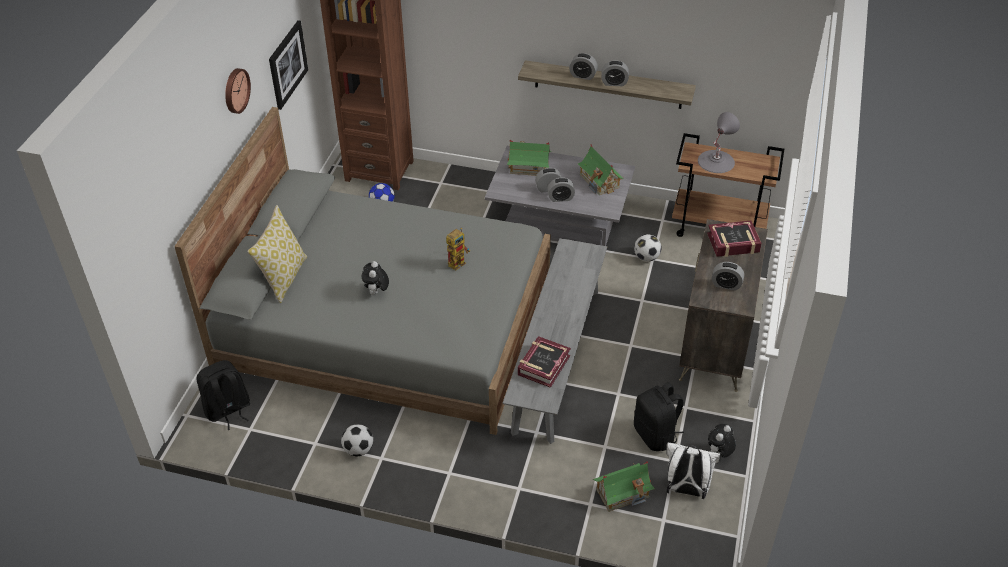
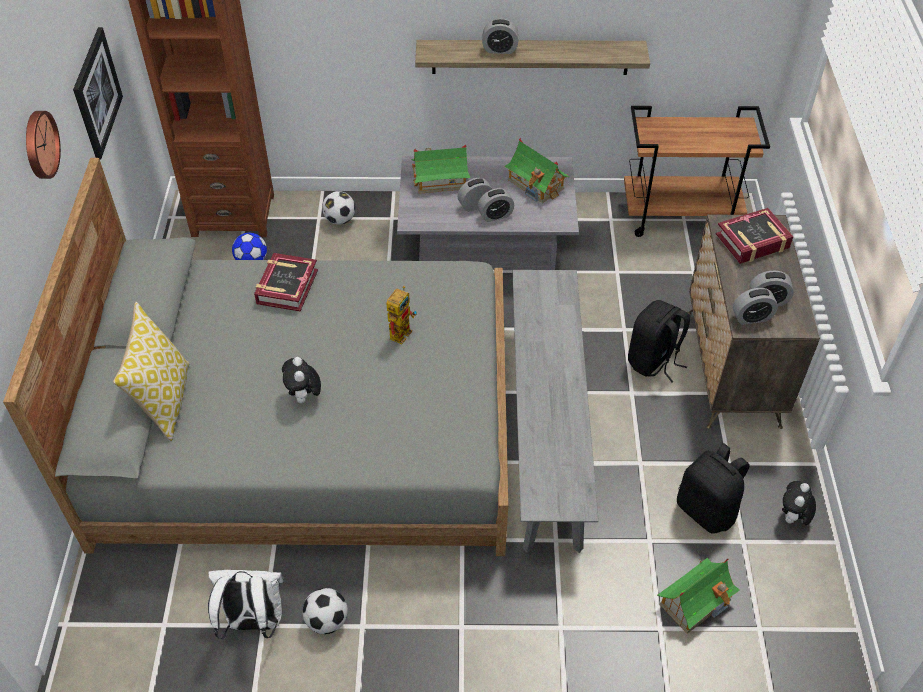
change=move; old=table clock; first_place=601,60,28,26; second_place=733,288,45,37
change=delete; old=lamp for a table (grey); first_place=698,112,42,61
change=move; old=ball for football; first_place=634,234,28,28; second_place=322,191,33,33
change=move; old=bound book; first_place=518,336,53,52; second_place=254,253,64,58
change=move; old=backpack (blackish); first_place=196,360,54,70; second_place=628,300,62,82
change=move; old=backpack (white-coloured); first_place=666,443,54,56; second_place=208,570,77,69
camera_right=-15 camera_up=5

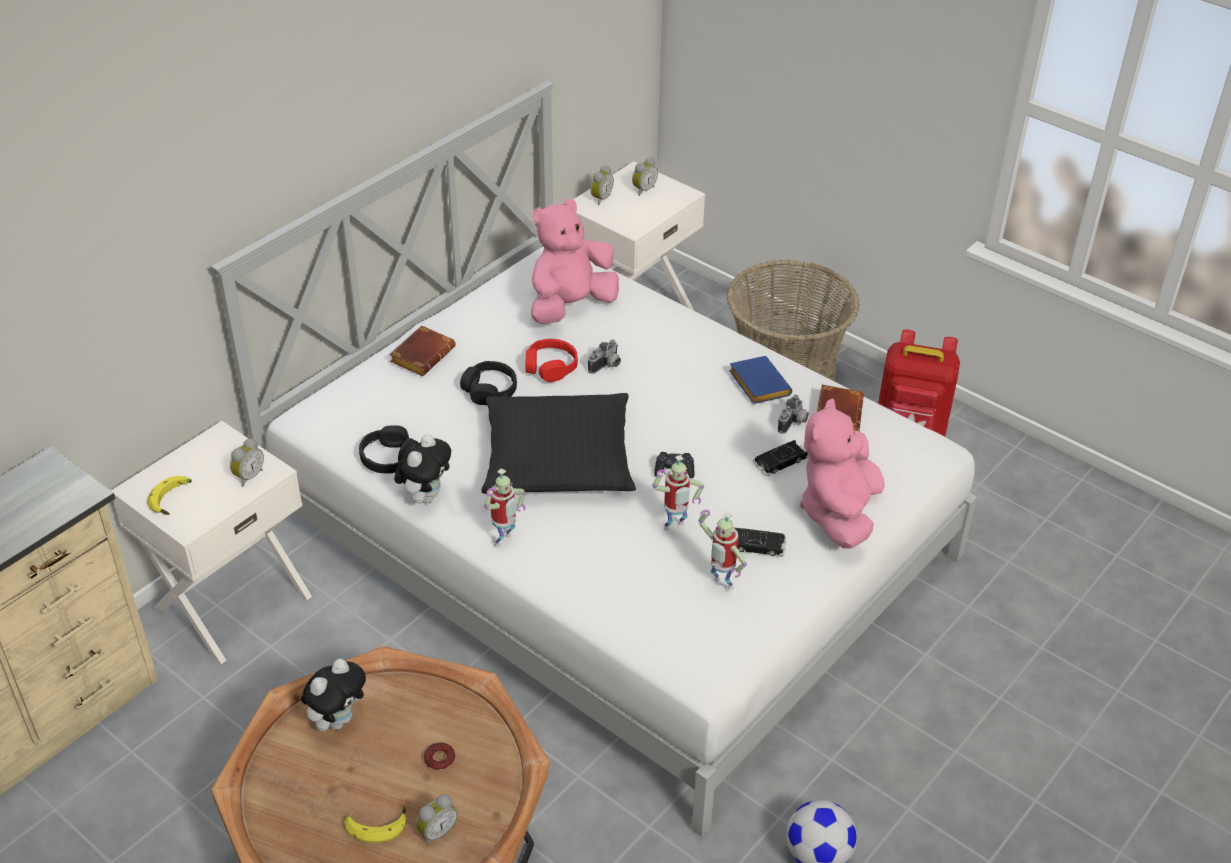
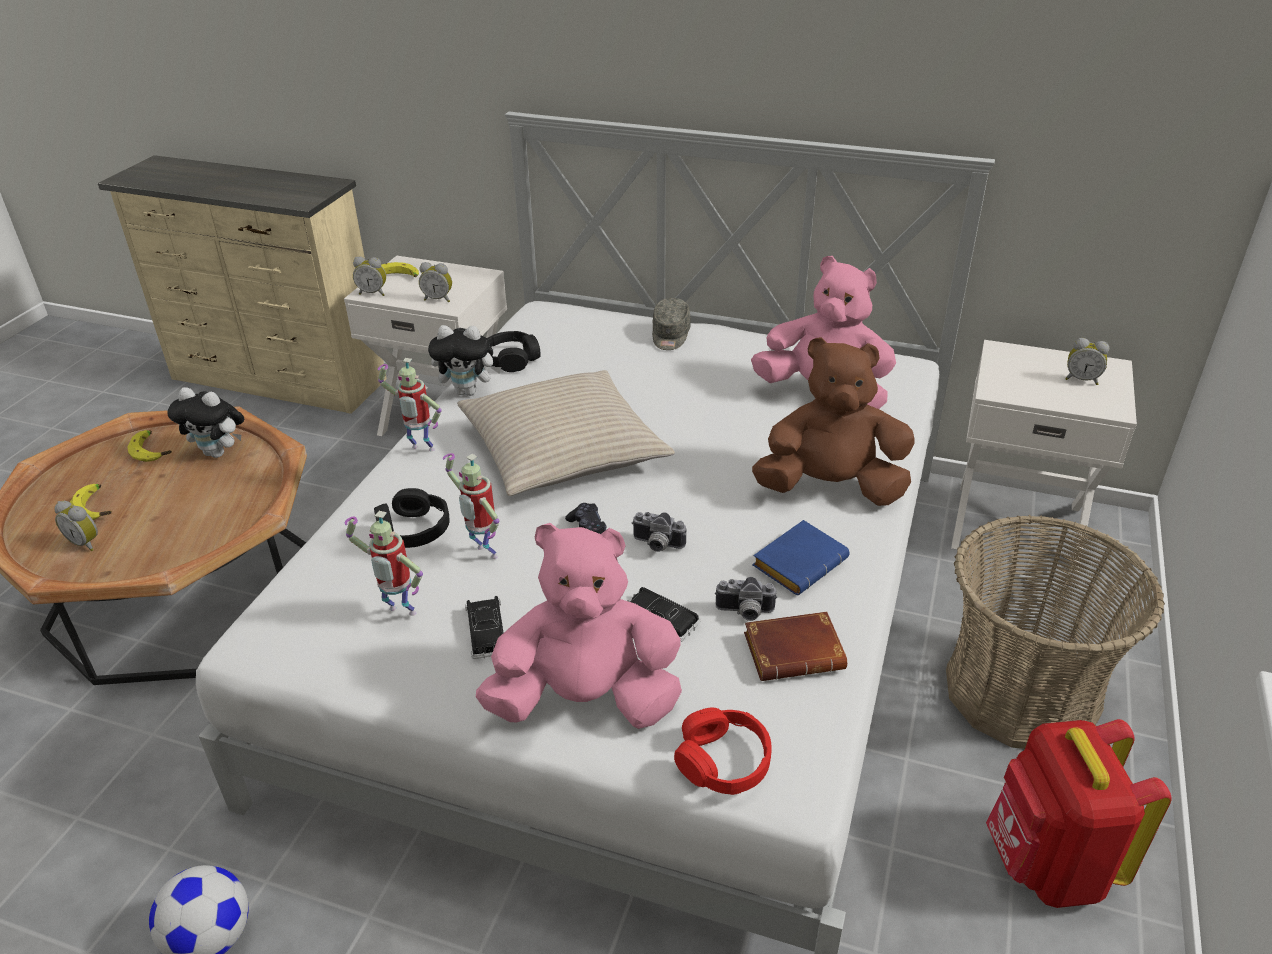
change=move; old=table clock; first_place=590,165,24,40; second_place=353,257,33,39
change=replace; old=bound book (brownish); new=cap (grey); first_place=389,325,67,51; second_place=652,298,39,52
change=move; old=headphones (red-coloured); first_place=526,339,52,43; second_place=674,707,98,88
change=move; old=still camera; first_place=588,339,33,35; second_place=632,512,54,40
change=move; old=headphones (blackish); first_place=460,361,57,44; second_place=374,488,76,60
change=recolor; old=throw pillow (blackish); new=throw pillow (beige); first_place=481,393,155,101; second_place=457,370,218,126
change=rotate; old=robot figure; first_place=699,510,48,80; second_place=345,511,78,105; degrees=-90
change=delete; old=donut; first_place=424,743,31,28
change=insert; new=plush toy (brownish); second_place=752,337,163,169
change=insert; new=banana fruit; second_place=128,430,44,32
camera_right=70 camera_up=-5

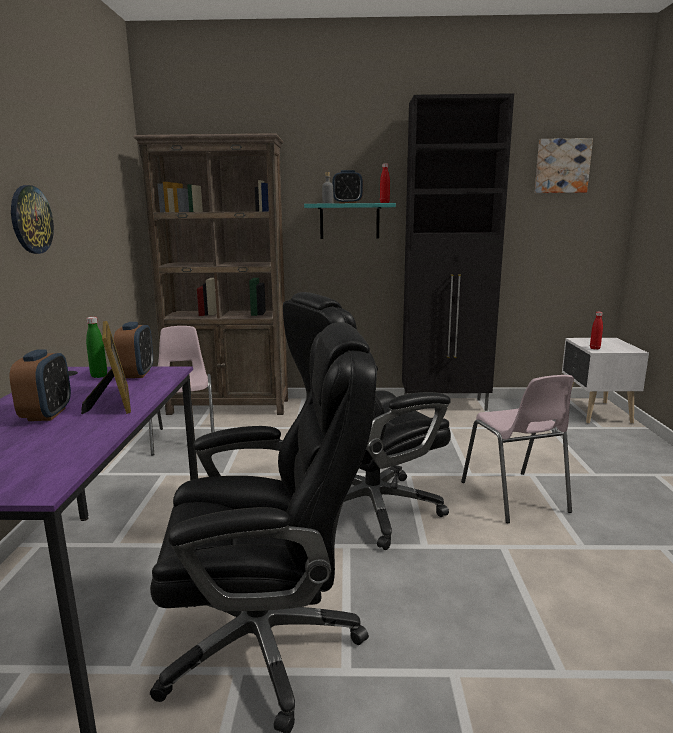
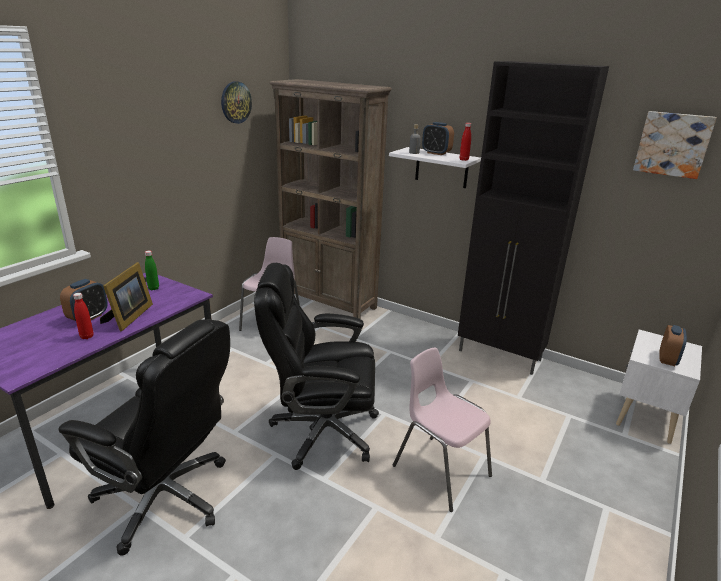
change=move; old=wall clock; first_place=11,185,43,69; second_place=221,81,31,43
change=recolor; old=wall shelf (turquoise); new=wall shelf (white-coloured); first_place=304,203,92,36; second_place=389,147,92,41
change=move; old=beverage bottle (red-coloured); first_place=590,312,13,38; second_place=73,293,20,46
change=move; old=table clock; first_place=114,322,39,56; second_place=659,325,28,41
change=rotate; old=plain chair (pink); first_place=461,375,113,148; second_place=393,347,99,165; degrees=120
camera_right=30 camera_up=10

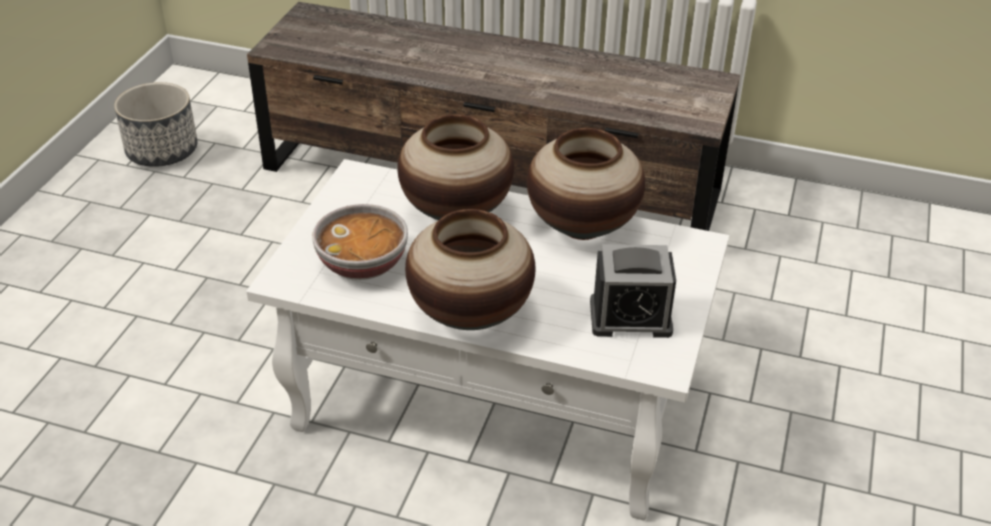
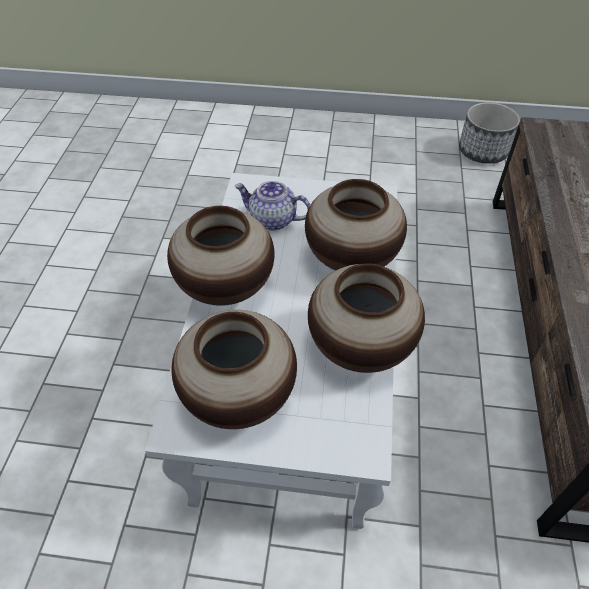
change=replace; old=deep dish; new=tea pot; first_place=312,204,96,76; second_place=235,181,75,50
change=replace; old=table clock; new=vase; first_place=590,244,86,94; second_place=171,310,126,119
camera_right=80 camera_up=10

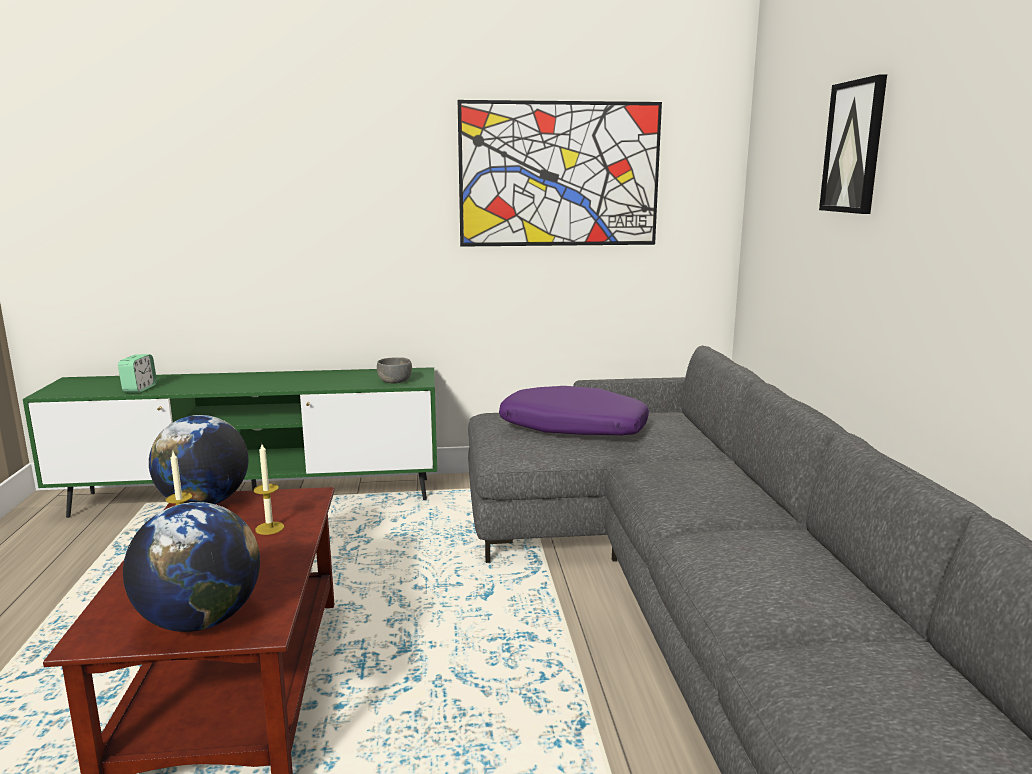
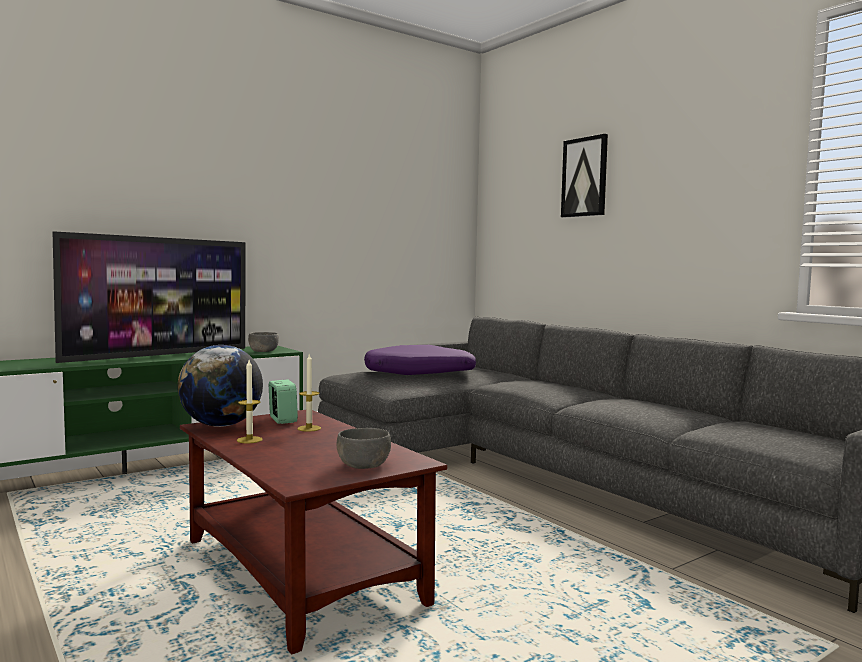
change=delete; old=wall art; first_place=458,100,204,147
change=move; old=table clock; first_place=118,354,39,39; second_place=269,379,29,45
change=replace; old=world globe; new=deep dish (grey); first_place=123,502,137,130; second_place=337,428,54,41
change=insert; new=TV set; second_place=52,231,193,132
camera_right=-30 camera_up=-10

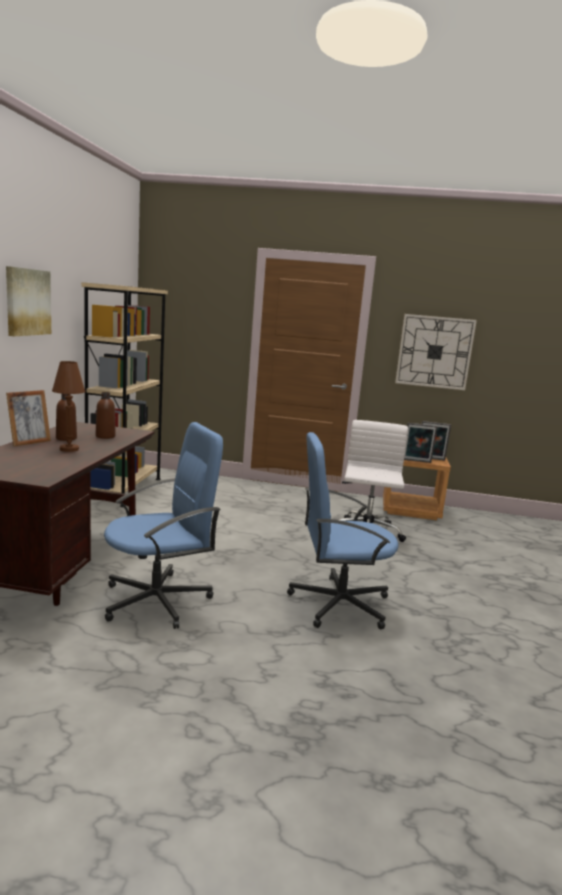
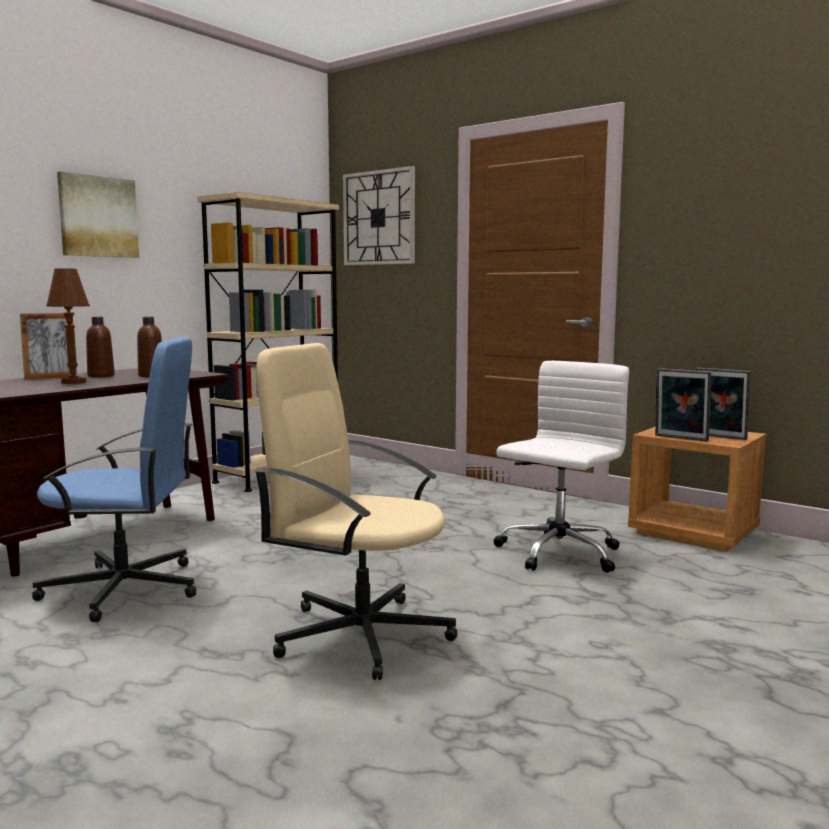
change=move; old=wall clock; first_place=395,314,82,76; second_place=343,166,72,99
change=recolor; old=desk chair (bluish); new=desk chair (beige); first_place=287,432,112,197; second_place=254,343,204,337
camera_right=30 camera_up=-5

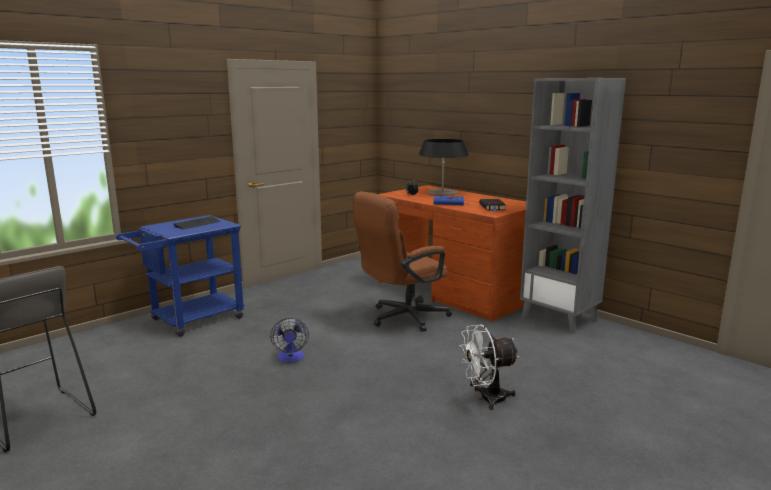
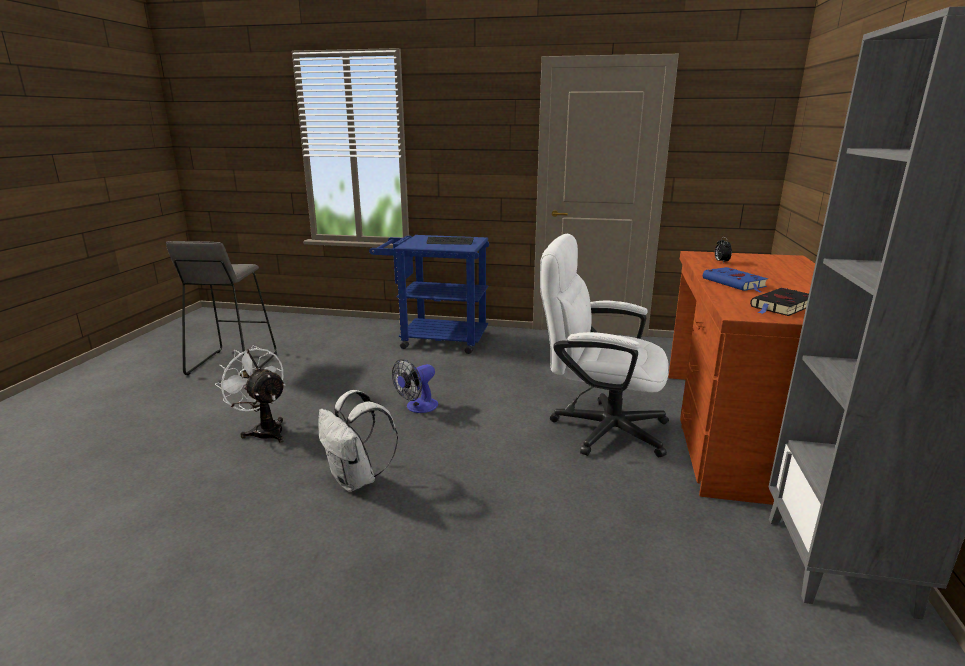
change=delete; old=lamp for a table; first_place=419,139,50,56
change=recolor; old=desk chair (brownish); new=desk chair (white-coloured); first_place=353,192,99,140; second_place=540,234,129,223
change=move; old=electric fan (white-coloured); first_place=460,324,59,86; second_place=215,345,71,98
change=insert; new=backpack (white-coloured); second_place=318,390,80,102
camera_right=55 camera_up=5

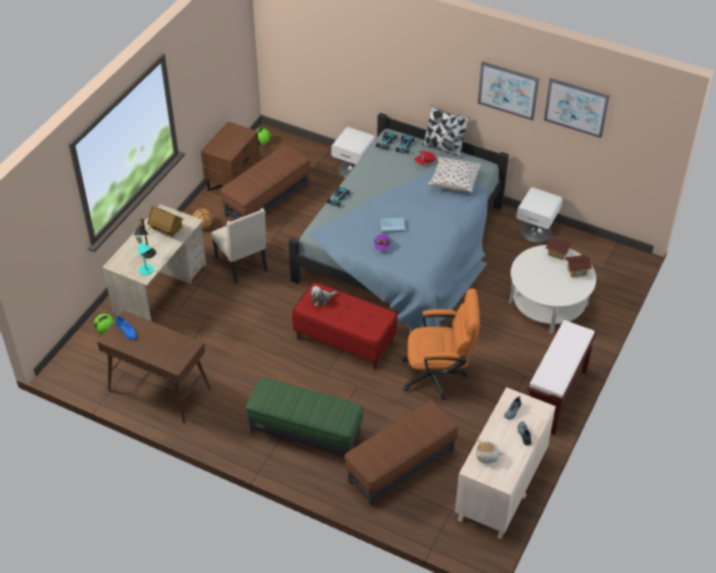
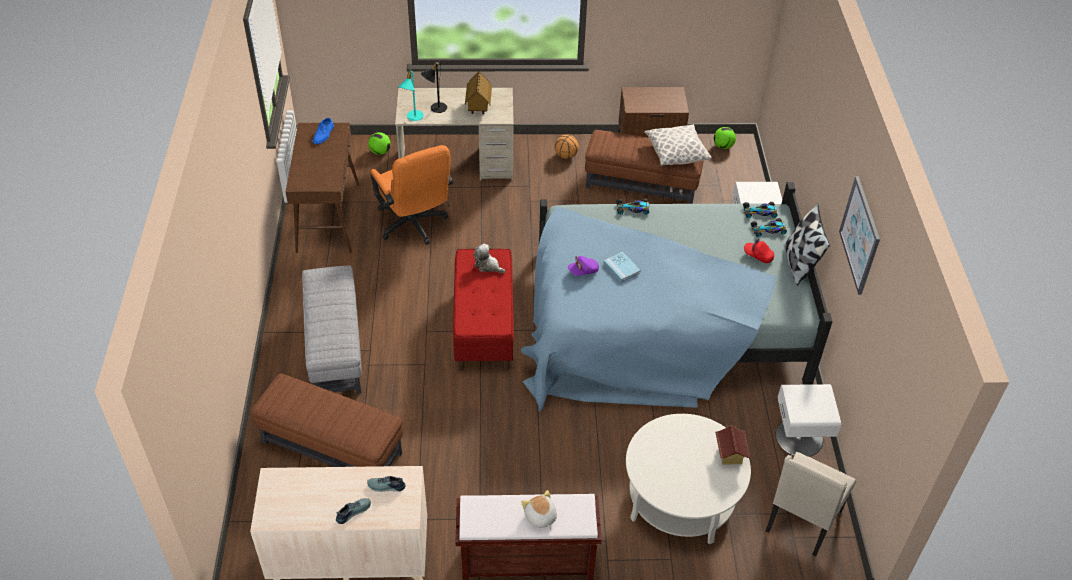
change=delete; old=wall art; first_place=544,78,66,60
change=move; old=throw pillow; first_place=427,156,54,37; second_place=644,124,68,42
change=move; old=plain chair (beige); first_place=211,208,56,76; second_place=766,452,90,104
change=delete; old=toy house; first_place=565,255,27,22
change=move; old=desk chair (orangey); first_place=402,289,78,111; second_place=371,145,82,100
change=recolor; old=ottoman (green); new=ottoman (grey); first_place=245,377,118,78; second_place=302,265,60,129
change=move; old=plush toy; first_place=476,439,27,24; second_place=521,490,36,39
camera_right=60 camera_up=0

